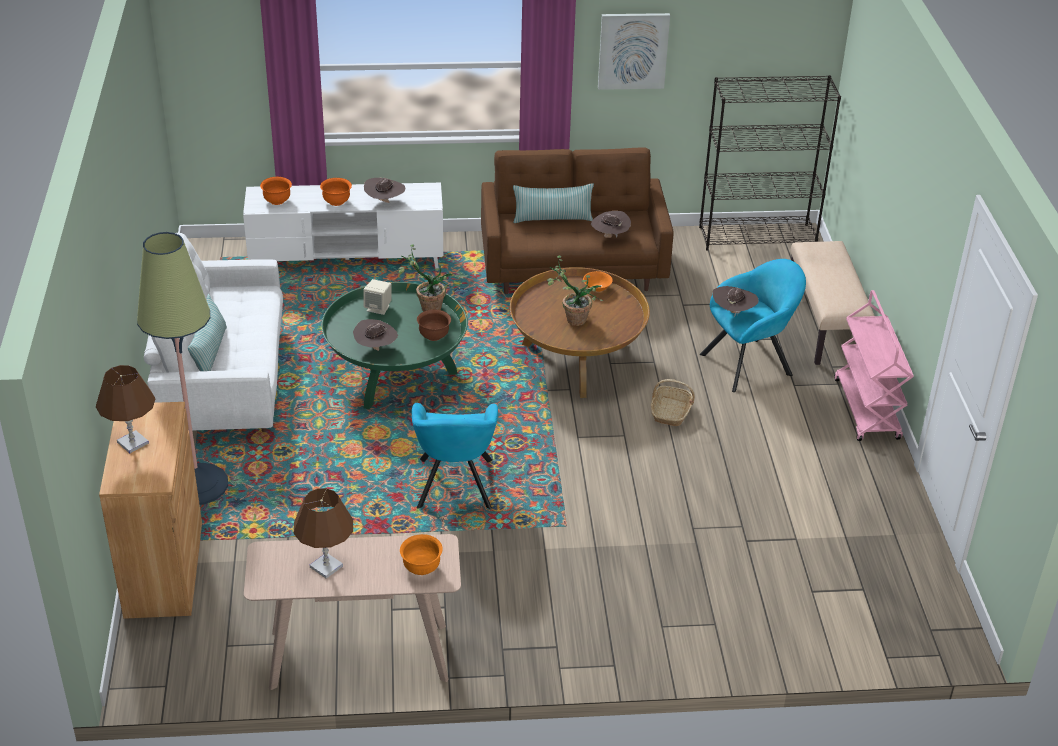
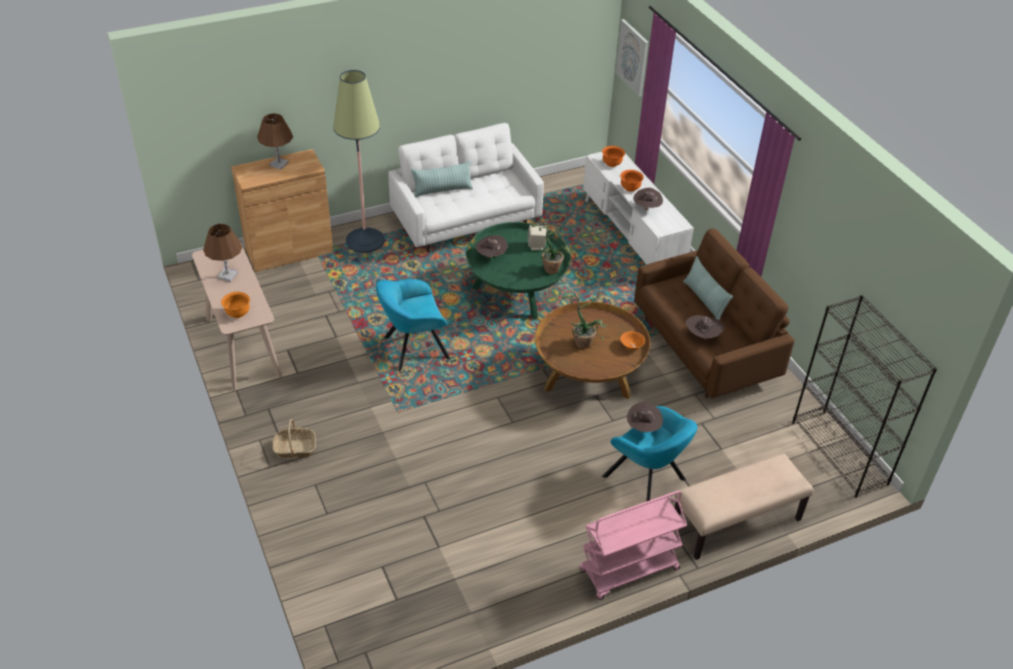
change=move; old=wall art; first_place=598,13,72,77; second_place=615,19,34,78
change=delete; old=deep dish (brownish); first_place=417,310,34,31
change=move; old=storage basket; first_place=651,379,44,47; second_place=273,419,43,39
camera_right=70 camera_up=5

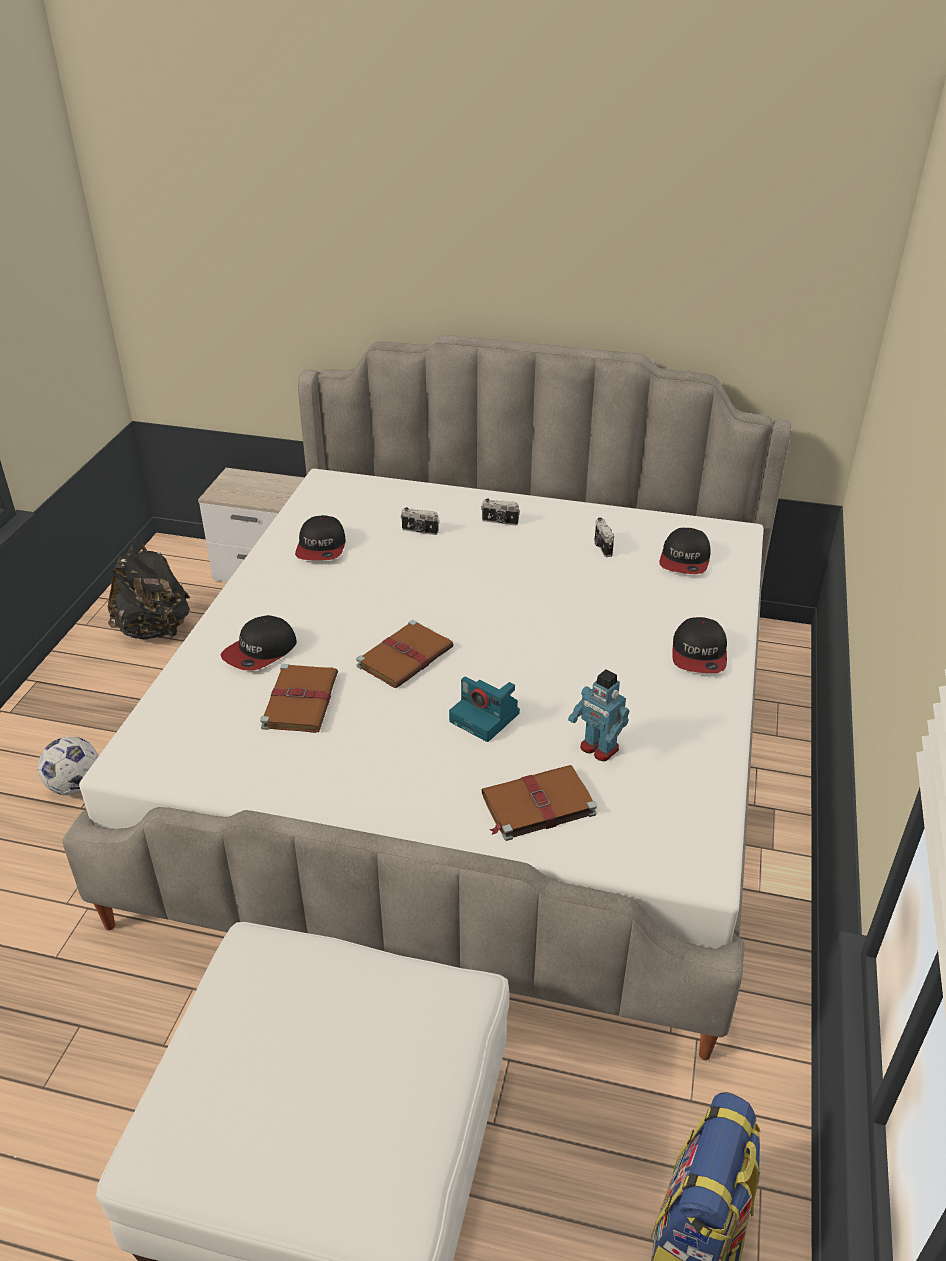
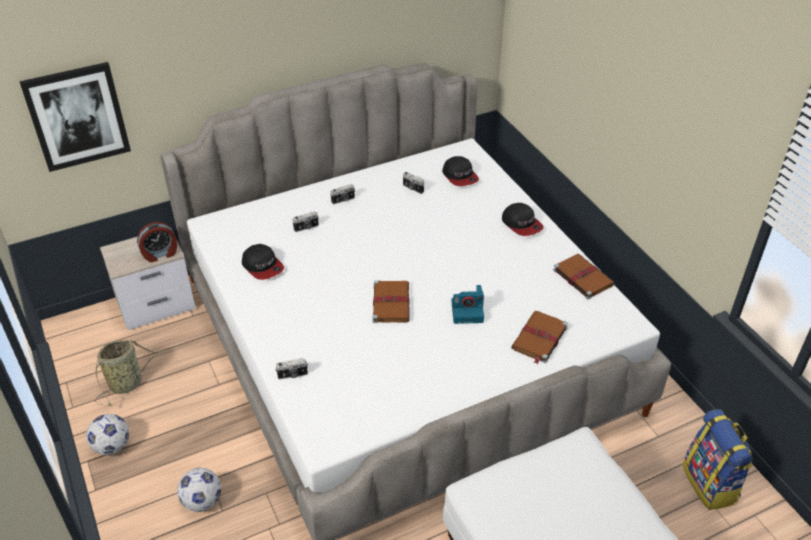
change=replace; old=backpack (blackish); new=storage basket; first_place=108,540,82,99; second_place=95,340,70,66
change=delete; old=cap; first_place=221,615,76,56
change=move; old=bound book (brownish); first_place=260,664,78,69; second_place=553,254,62,45
change=delete; old=robot figure; first_place=568,669,62,92
change=insert; new=wall art; second_place=19,62,112,110
change=insert; new=table clock; second_place=137,222,40,41
change=insert; new=still camera; second_place=275,358,33,21
change=insert; new=ball for football; second_place=87,414,42,41
camera_right=-40 camera_up=5

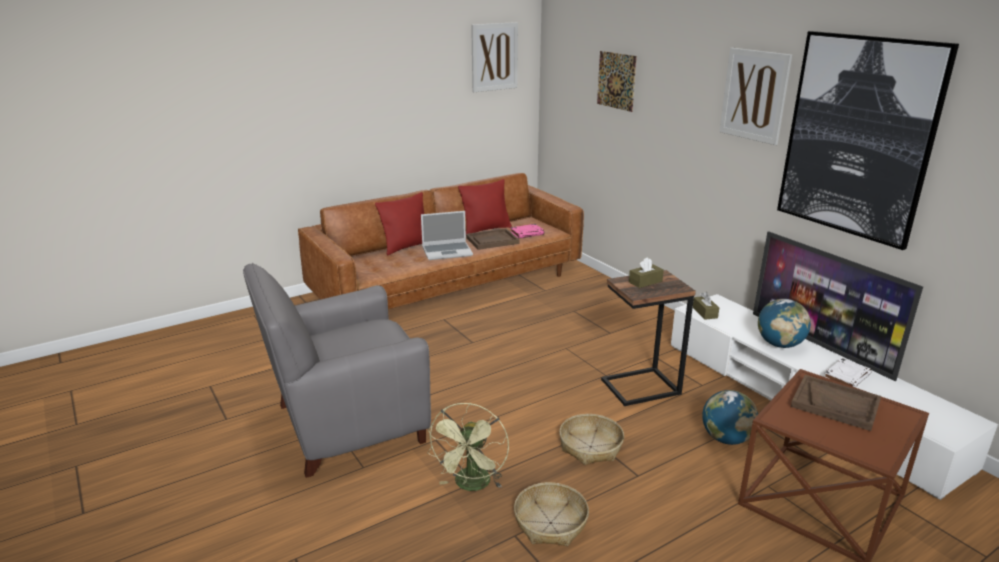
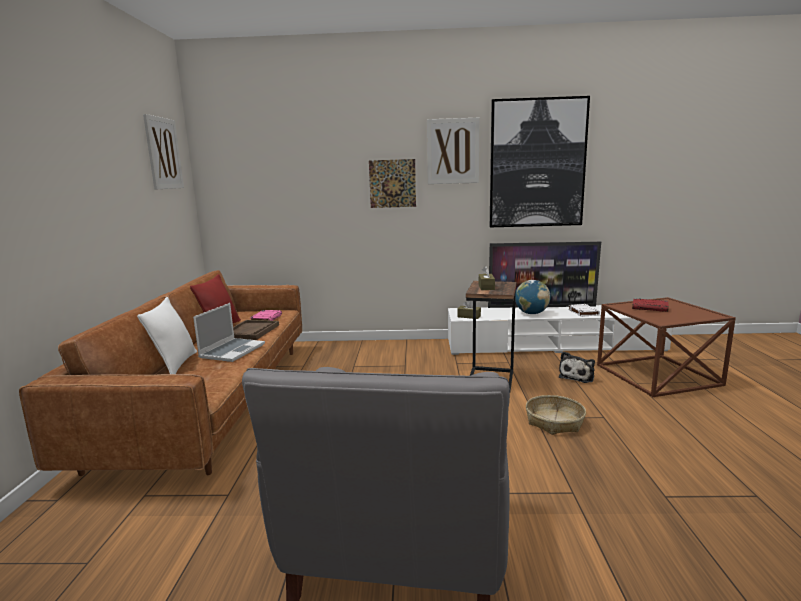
change=move; old=wall art; first_place=597,51,40,61; second_place=369,159,47,49
change=recolor; old=throw pillow (red-coloured); new=throw pillow (white-coloured); first_place=375,192,49,64; second_place=137,297,60,77
change=replace; old=carrying tray (brownish); new=bound book (red-coloured); first_place=791,375,90,56; second_place=632,298,37,14
change=replace; old=world globe; new=plush toy; first_place=702,390,56,55; second_place=559,351,36,32
change=delete; old=electric fan (green); first_place=427,403,82,88
change=delete; old=storage basket; first_place=514,482,75,64
camera_right=-55 camera_up=-10

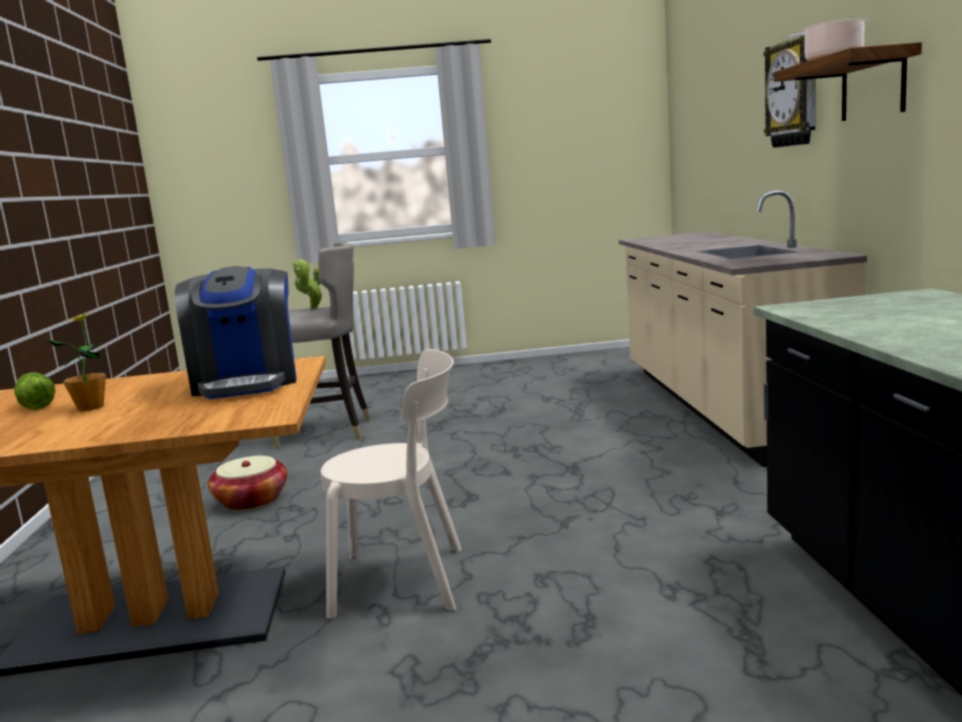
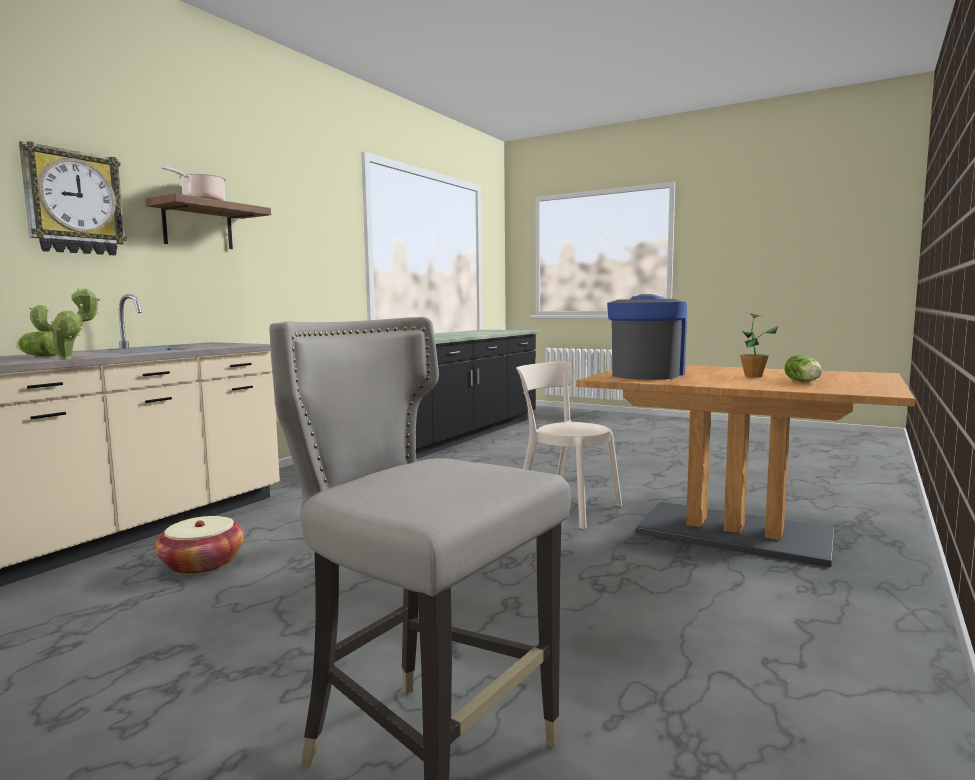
change=move; old=plant in a pot; first_place=293,258,30,51; second_place=30,288,70,71
change=move; old=storage basket; first_place=208,456,79,55; second_place=155,516,89,59
change=insert; new=lettuce; second_place=16,331,41,25
camera_right=-145 camera_up=-5

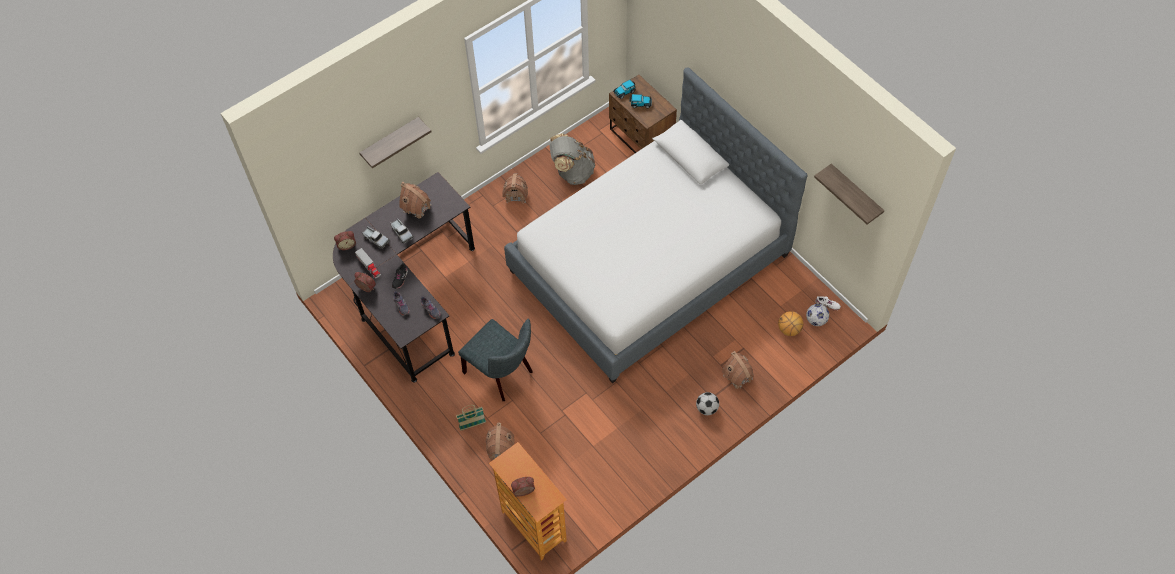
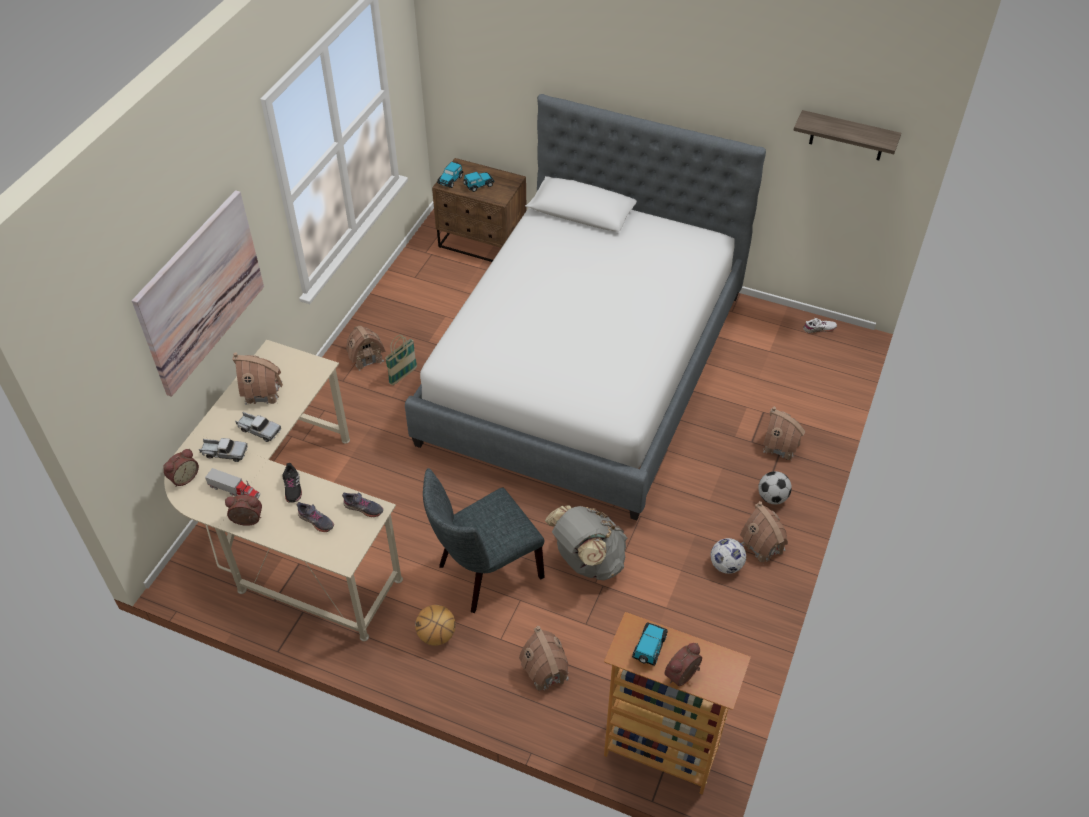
change=replace; old=wall shelf; new=wall art; first_place=359,117,72,51; second_place=132,190,132,207
change=move; old=backpack (grey); first_place=549,133,46,52; second_place=545,505,82,75
change=recolor; old=desk unit (blackish); new=desk unit (beige); first_place=333,172,142,211; second_place=164,340,239,301
change=move; old=ball for football; first_place=806,304,23,22; second_place=711,538,35,36
change=move; old=basketball; first_place=778,311,25,25; second_place=415,605,41,41
change=rotate; old=plain chair (grey); first_place=458,319,74,82; second_place=423,468,122,145; degrees=135
change=move; old=storage basket; first_place=456,405,30,25; second_place=385,335,32,50
change=insert; new=toy house; second_place=740,501,48,61
change=insert; new=toy car; second_place=632,622,36,44
camera_right=-30 camera_up=-10

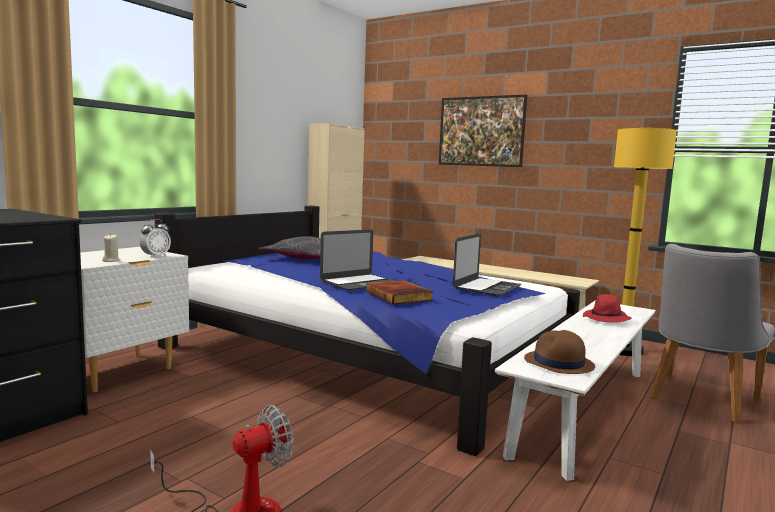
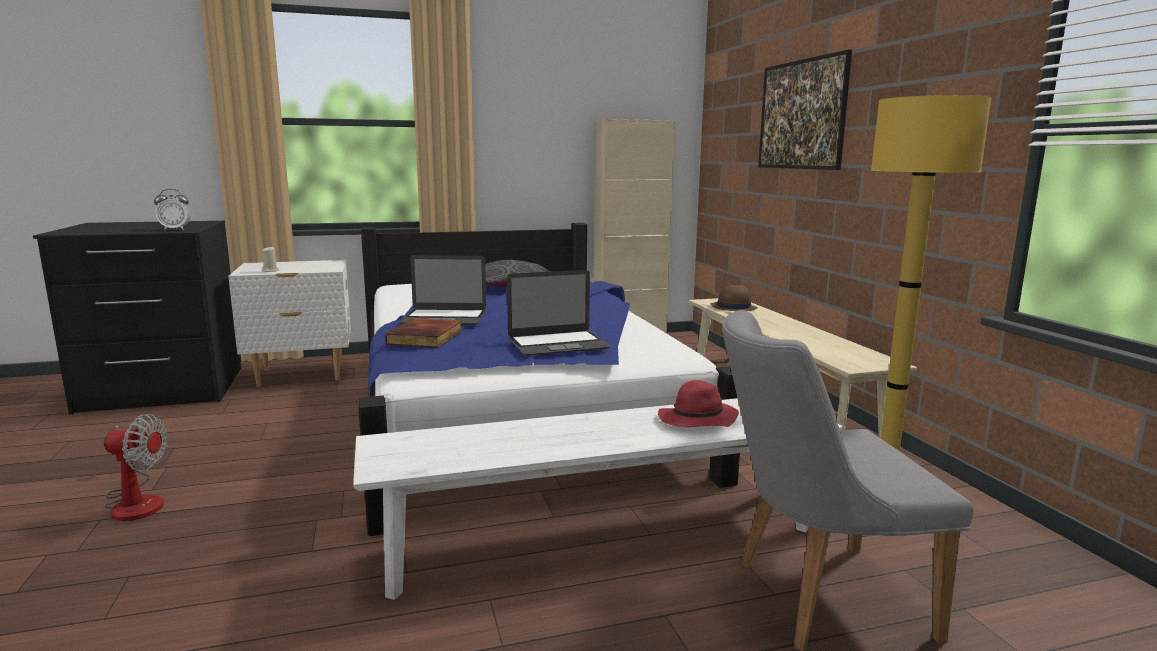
change=move; old=table clock; first_place=140,219,31,39; second_place=154,189,37,41
change=move; old=hat (brownish); first_place=524,330,71,44; second_place=710,284,48,27
camera_right=40 camera_up=5

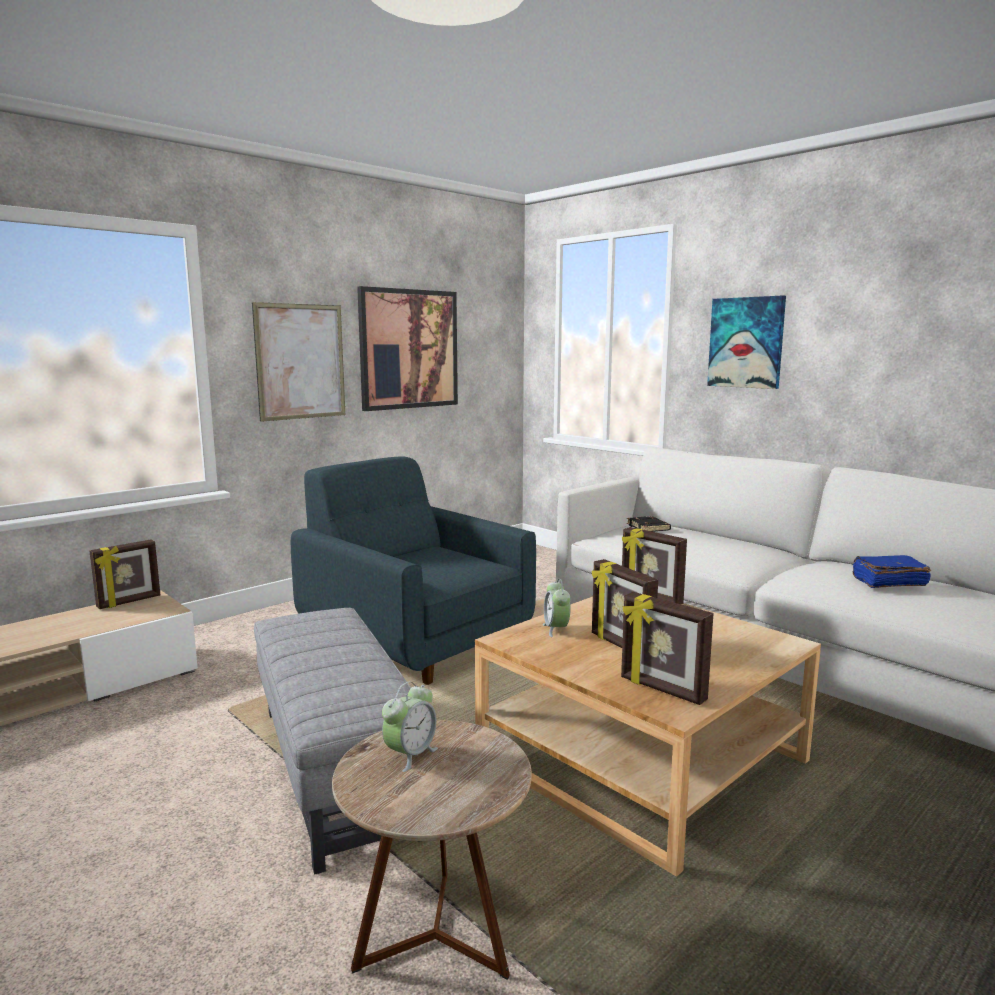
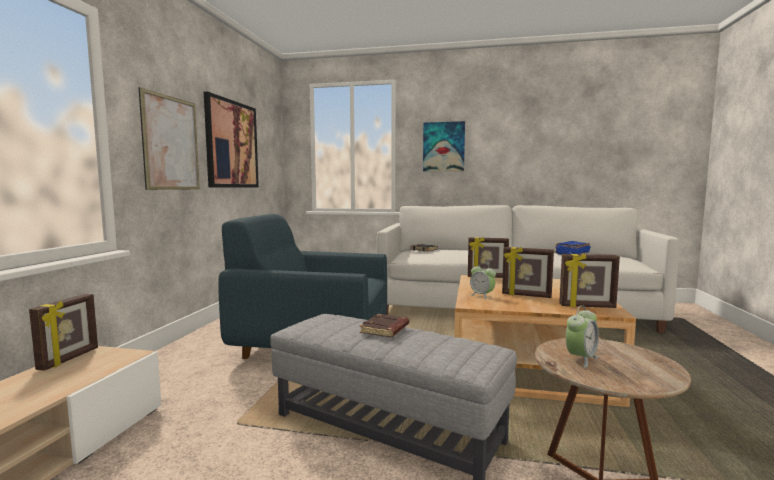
change=rotate; old=table clock; first_place=382,682,56,90; second_place=566,305,33,63; degrees=45
change=insert; new=bound book (brownish); second_place=360,314,49,23
camera_right=-35 camera_up=-5

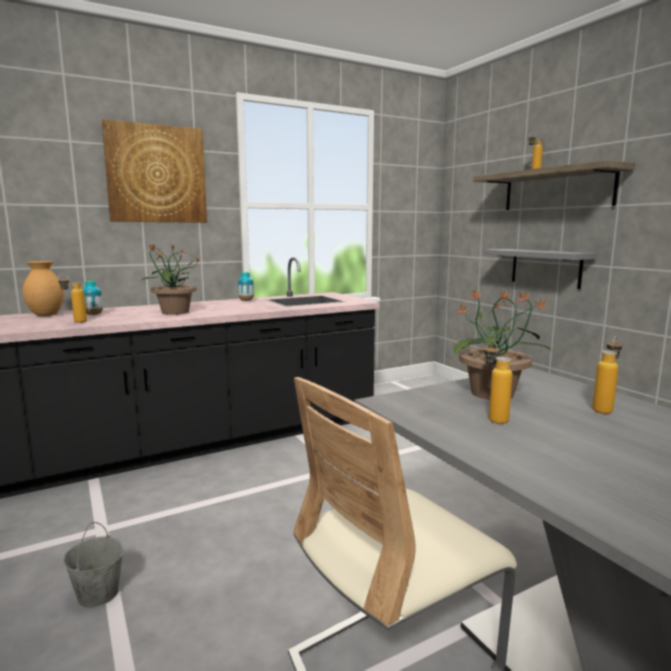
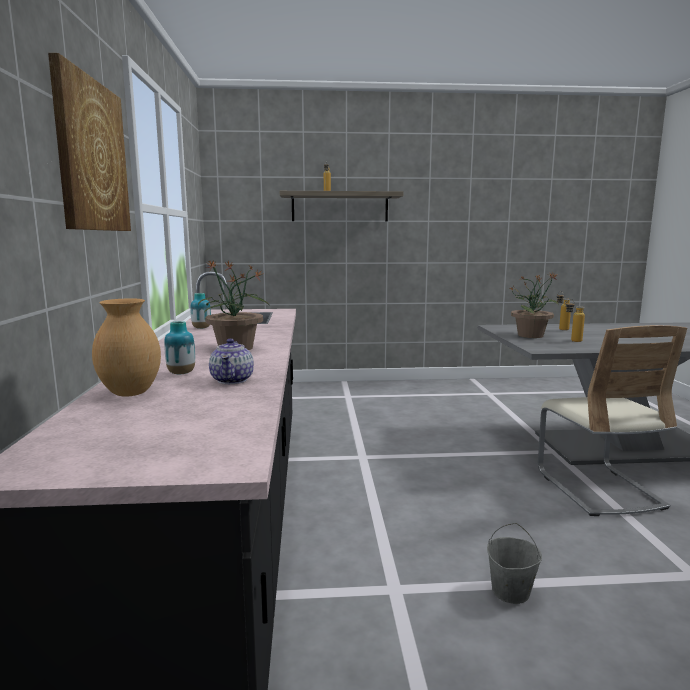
change=delete; old=wall shelf (grey); first_place=484,249,113,40
change=replace; old=beverage bottle; new=tea pot; first_place=58,274,29,49; second_place=209,338,45,46
camera_right=-65 camera_up=0

